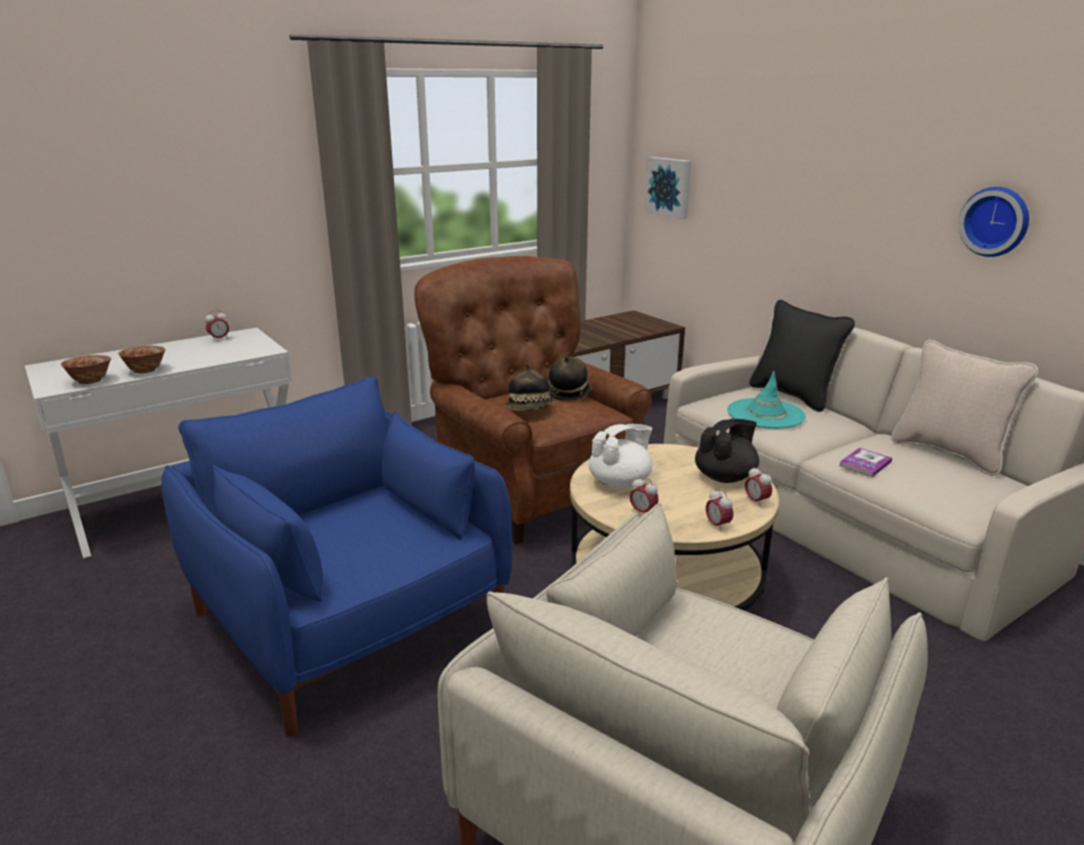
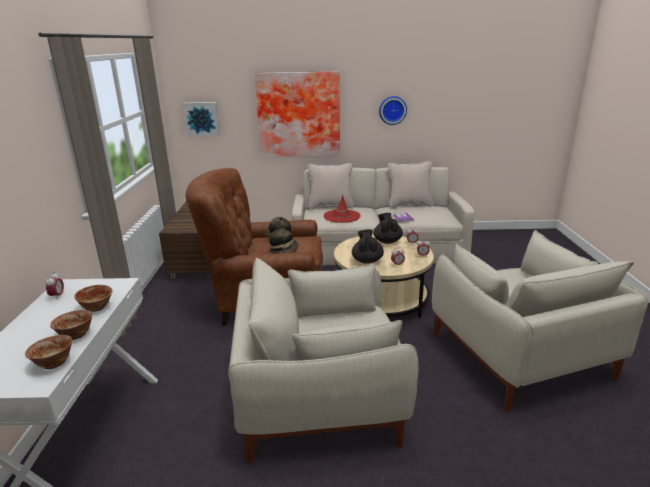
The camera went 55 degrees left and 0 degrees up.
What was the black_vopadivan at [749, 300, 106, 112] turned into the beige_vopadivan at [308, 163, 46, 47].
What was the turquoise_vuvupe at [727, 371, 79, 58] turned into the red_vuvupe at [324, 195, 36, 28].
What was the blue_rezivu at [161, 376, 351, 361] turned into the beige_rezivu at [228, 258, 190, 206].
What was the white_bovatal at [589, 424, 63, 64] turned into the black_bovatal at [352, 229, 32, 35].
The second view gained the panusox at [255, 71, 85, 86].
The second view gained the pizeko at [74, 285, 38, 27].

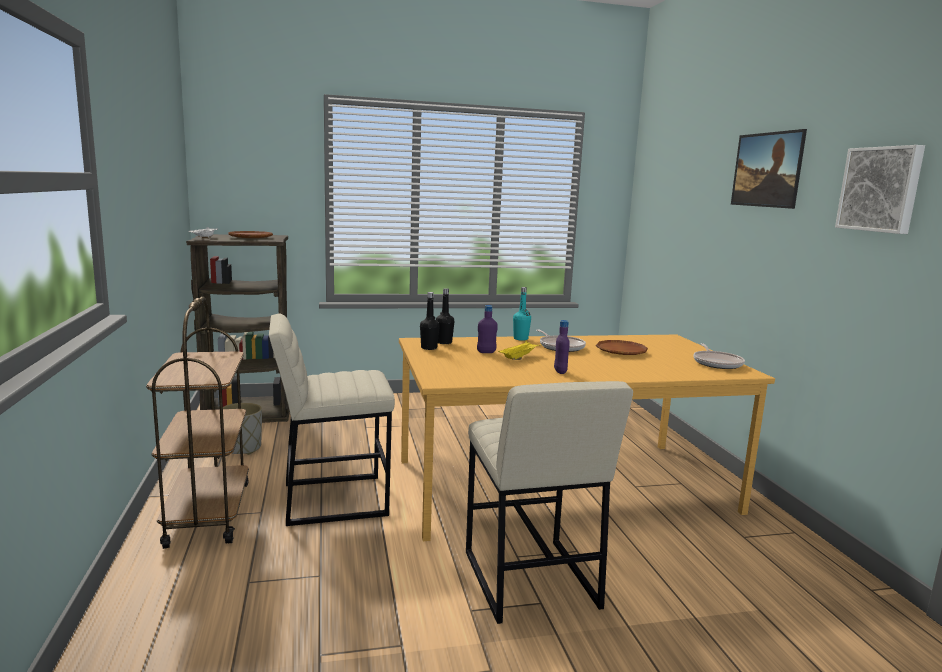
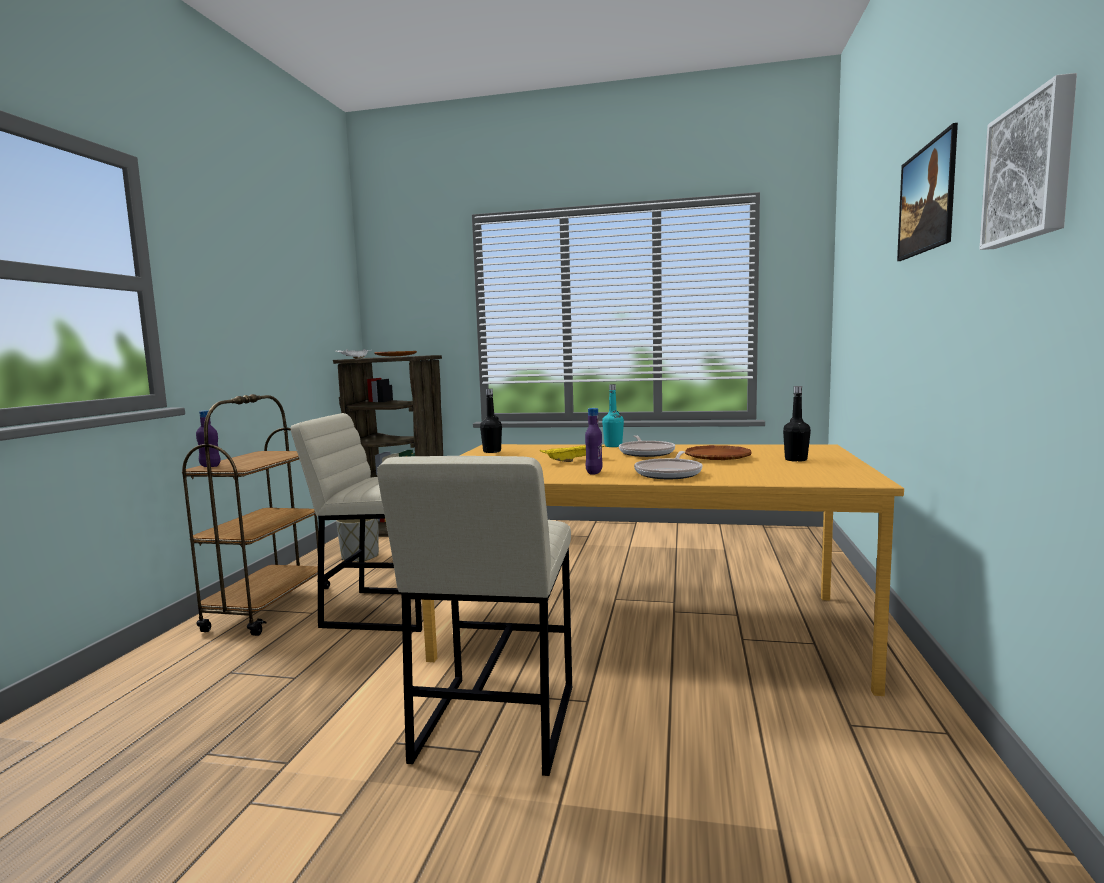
The camera went 25 degrees right and 5 degrees down.
The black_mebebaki ended up elsewhere, having gone from [436, 288, 19, 56] to [783, 386, 28, 76].
The purple_mebebaki ended up elsewhere, having gone from [477, 305, 21, 48] to [196, 410, 25, 57].
The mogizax ended up elsewhere, having gone from [694, 343, 51, 26] to [634, 451, 69, 28].

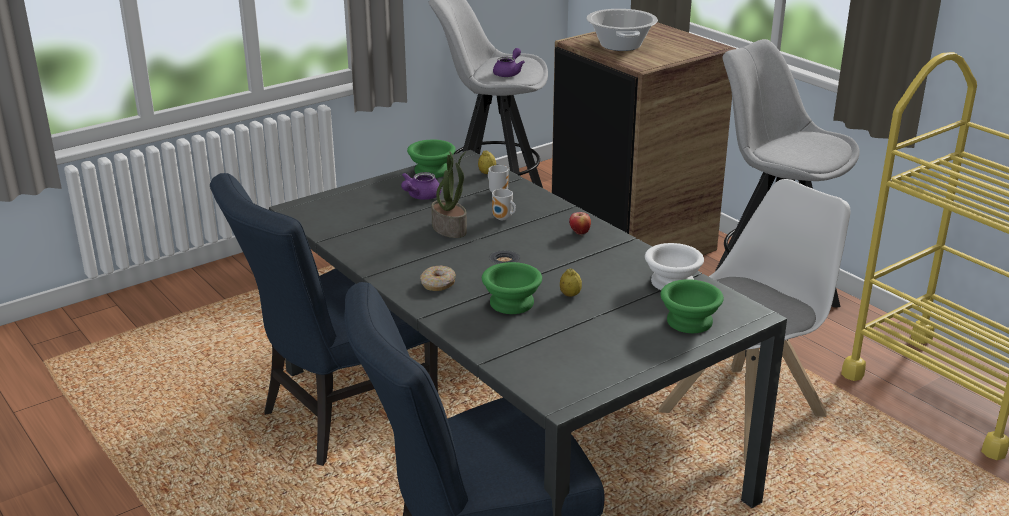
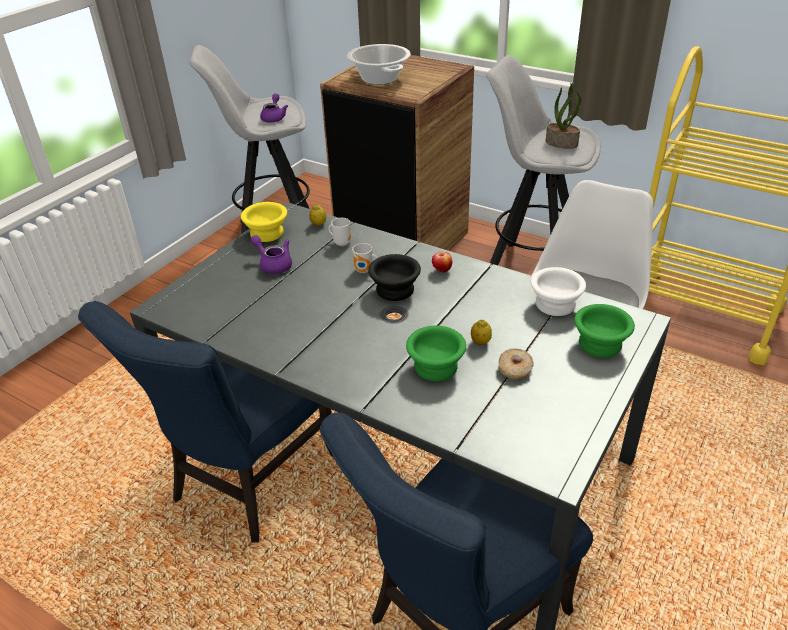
The camera went 20 degrees left and 10 degrees up.
What was the green_pizeko at [407, 139, 49, 39] turned into the yellow_pizeko at [241, 202, 46, 40].
The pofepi ended up elsewhere, having gone from [431, 151, 36, 87] to [546, 82, 36, 67].
The purple_bovatal at [401, 172, 40, 28] ended up facing another way, 120 degrees clockwise from before.
The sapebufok ended up elsewhere, having gone from [420, 266, 36, 25] to [499, 348, 34, 31].
The second view gained the black_pizeko at [368, 254, 53, 47].

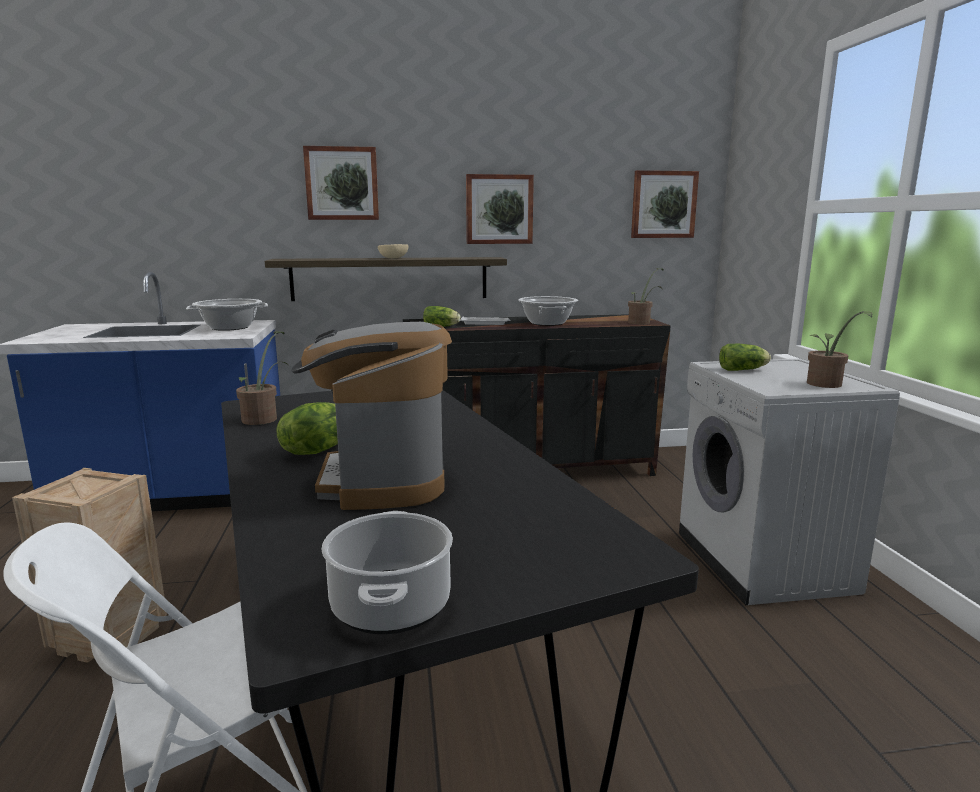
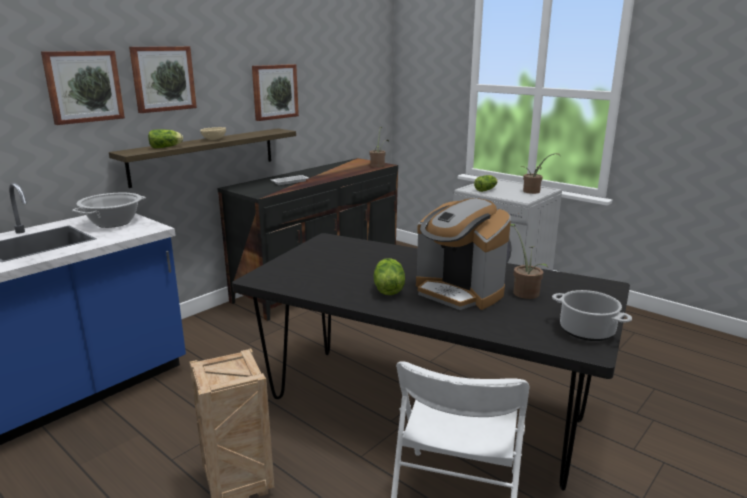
The camera went 40 degrees left and 5 degrees up.
The panusox ended up elsewhere, having gone from [631, 170, 68, 68] to [41, 51, 84, 74].
The second view lost the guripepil at [518, 296, 60, 30].
The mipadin ended up elsewhere, having gone from [423, 306, 38, 21] to [148, 129, 35, 19].
The pofepi ended up elsewhere, having gone from [236, 331, 53, 94] to [510, 224, 38, 75].

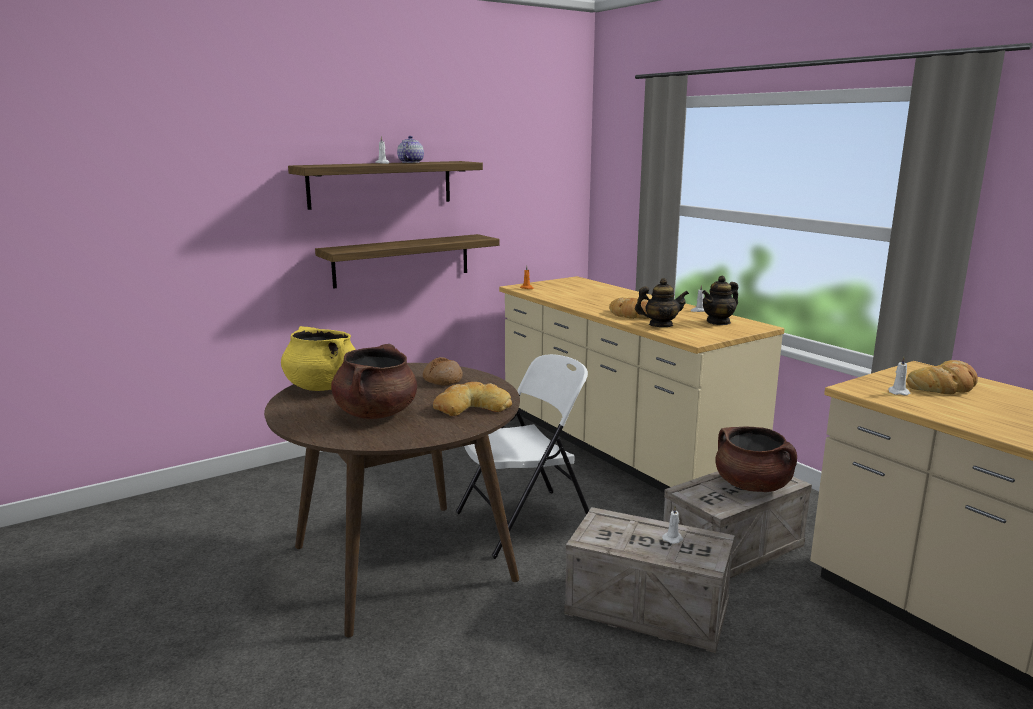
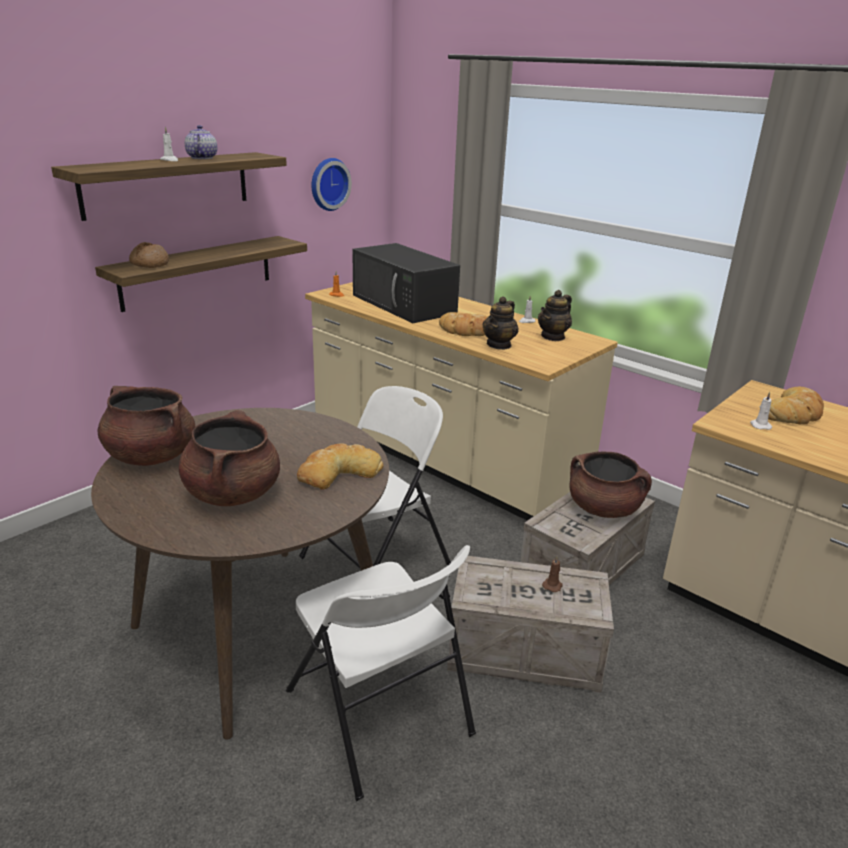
The camera went 15 degrees left and 10 degrees up.
The bovatal at [635, 278, 54, 49] ended up facing another way, 135 degrees clockwise from before.
What was the yellow_guripepil at [281, 326, 75, 65] turned into the brown_guripepil at [97, 386, 98, 80].
The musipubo ended up elsewhere, having gone from [423, 357, 40, 29] to [129, 242, 40, 26].
What was the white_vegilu at [662, 506, 21, 38] turned into the brown_vegilu at [542, 556, 21, 36].
The second view gained the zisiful at [312, 158, 40, 53].
The second view gained the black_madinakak at [352, 243, 108, 80].
The second view gained the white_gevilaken at [286, 545, 190, 256].

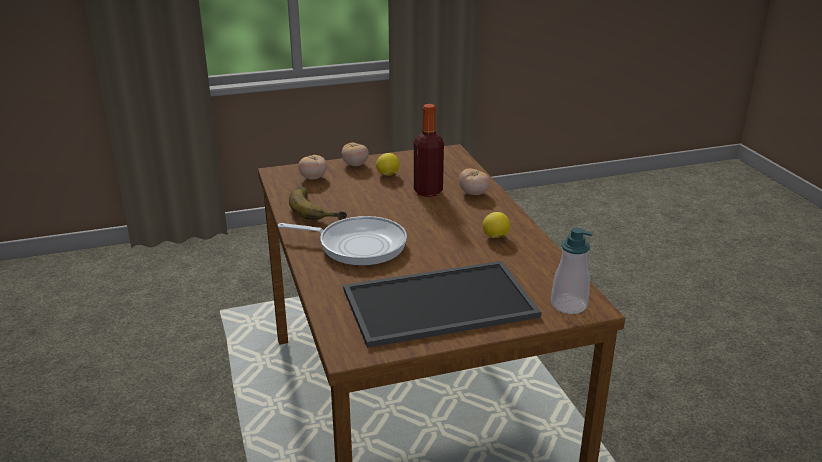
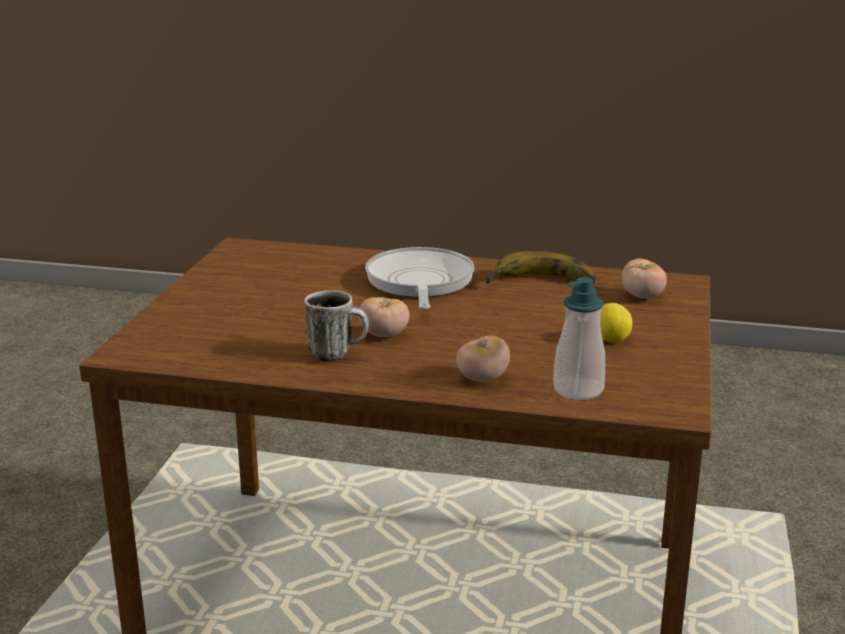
The camera went 120 degrees right and 5 degrees down.
The second view lost the mebebaki at [414, 104, 30, 93].
The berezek ended up elsewhere, having gone from [342, 143, 27, 23] to [358, 297, 52, 40].
Where the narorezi stood at [483, 212, 27, 26], the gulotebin came to stand at [304, 290, 65, 71].
The mogizax at [278, 216, 129, 50] ended up facing another way, 135 degrees clockwise from before.
The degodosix ended up elsewhere, having gone from [551, 228, 42, 86] to [553, 277, 52, 123].
The second view lost the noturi at [343, 261, 198, 87].

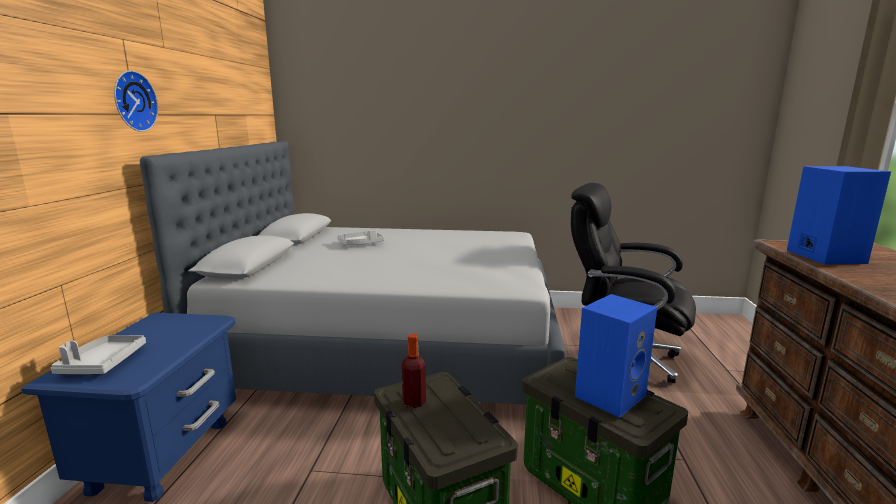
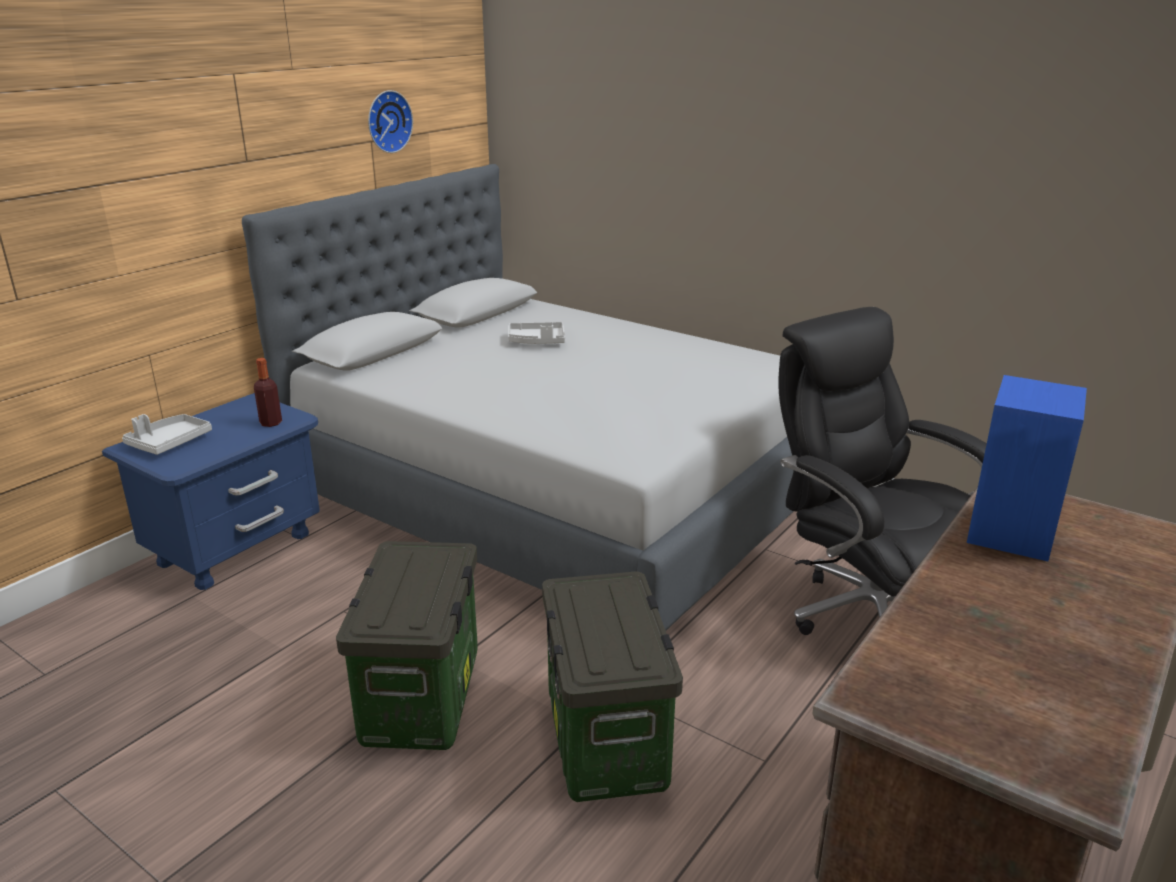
The camera went 30 degrees right and 10 degrees up.
The zisiful ended up elsewhere, having gone from [114, 70, 44, 62] to [368, 90, 45, 63].
The second view lost the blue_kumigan at [575, 294, 82, 124].
The mebebaki ended up elsewhere, having gone from [402, 334, 24, 74] to [254, 358, 28, 69].

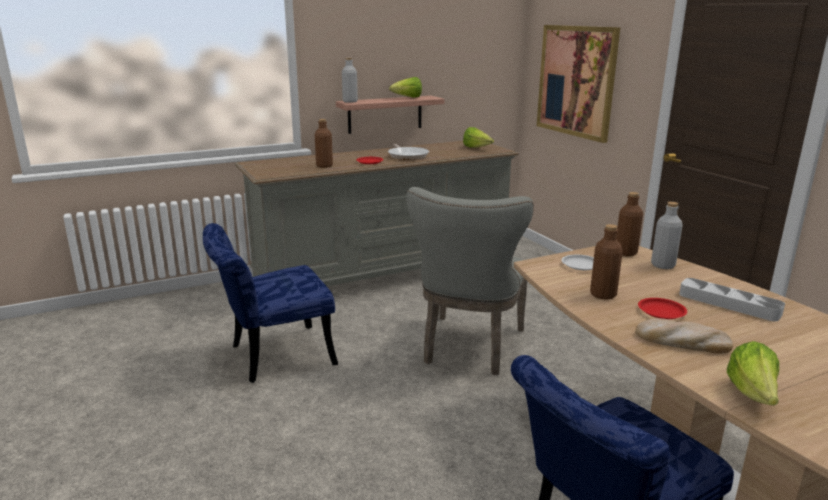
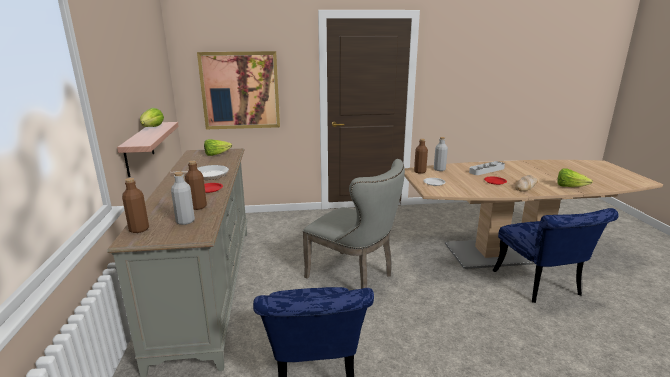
The camera went 70 degrees left and 0 degrees up.
The grey_mebebaki ended up elsewhere, having gone from [342, 57, 16, 46] to [171, 172, 24, 53].
The brown_mebebaki ended up elsewhere, having gone from [590, 224, 33, 76] to [122, 178, 27, 55].

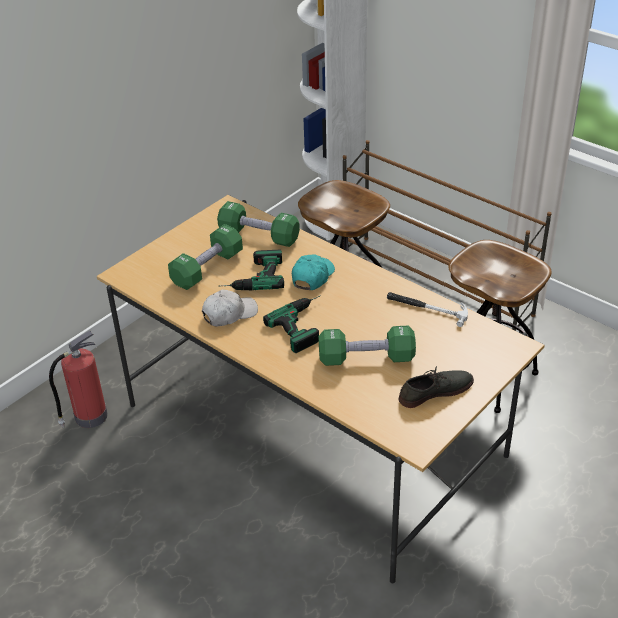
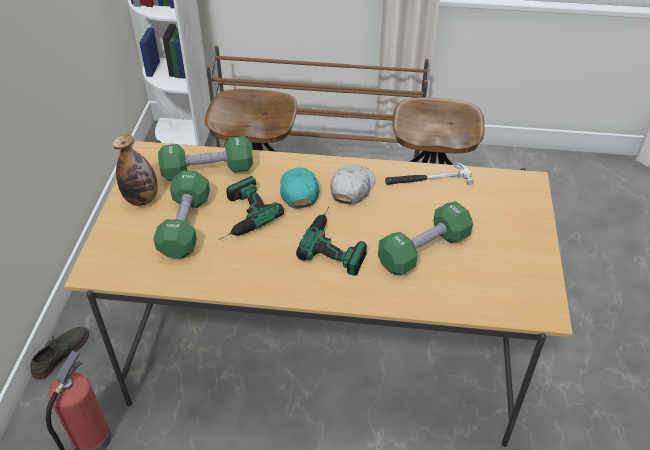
The camera went 35 degrees left and 5 degrees up.
The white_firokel ended up elsewhere, having gone from [202, 289, 56, 37] to [330, 165, 46, 40].
The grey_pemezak ended up elsewhere, having gone from [398, 366, 76, 42] to [30, 327, 59, 53].
The second view gained the mebebaki at [112, 134, 46, 72].

